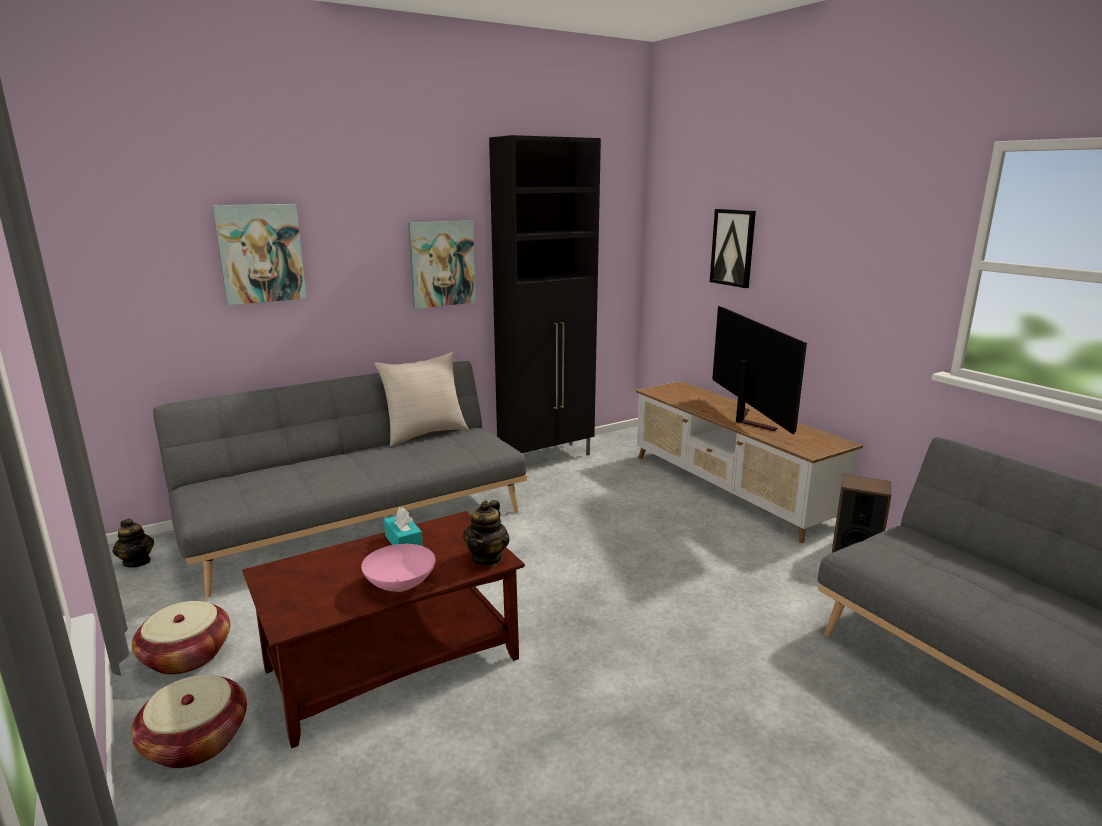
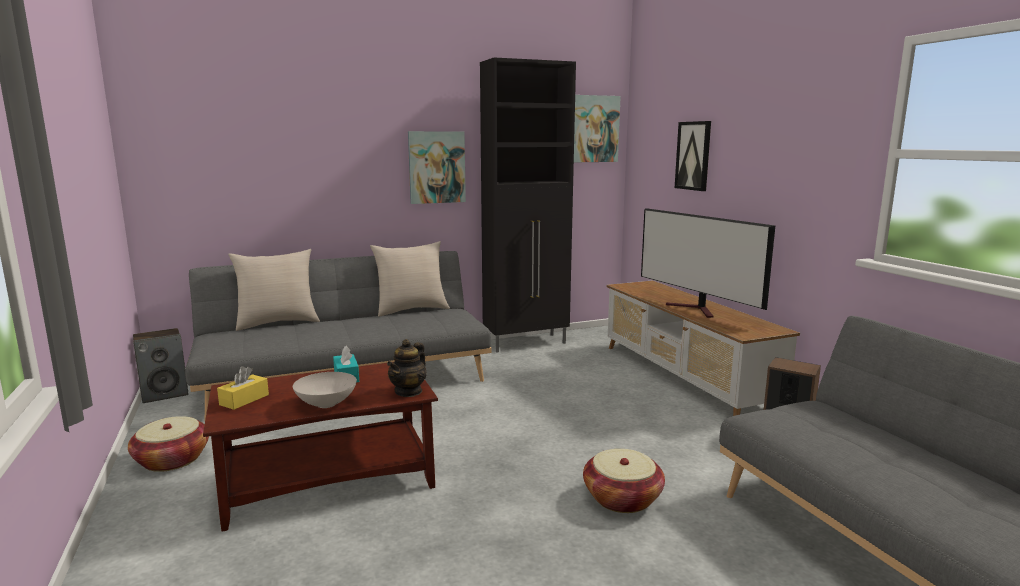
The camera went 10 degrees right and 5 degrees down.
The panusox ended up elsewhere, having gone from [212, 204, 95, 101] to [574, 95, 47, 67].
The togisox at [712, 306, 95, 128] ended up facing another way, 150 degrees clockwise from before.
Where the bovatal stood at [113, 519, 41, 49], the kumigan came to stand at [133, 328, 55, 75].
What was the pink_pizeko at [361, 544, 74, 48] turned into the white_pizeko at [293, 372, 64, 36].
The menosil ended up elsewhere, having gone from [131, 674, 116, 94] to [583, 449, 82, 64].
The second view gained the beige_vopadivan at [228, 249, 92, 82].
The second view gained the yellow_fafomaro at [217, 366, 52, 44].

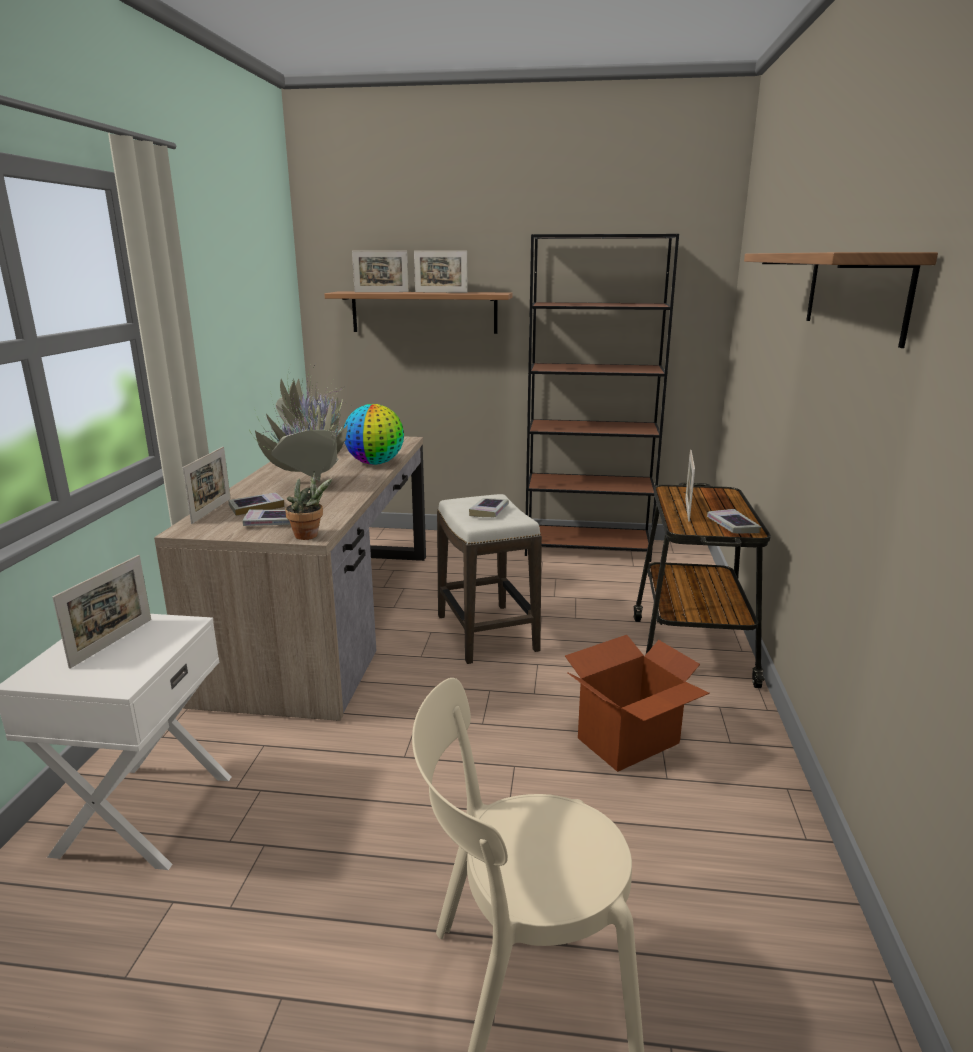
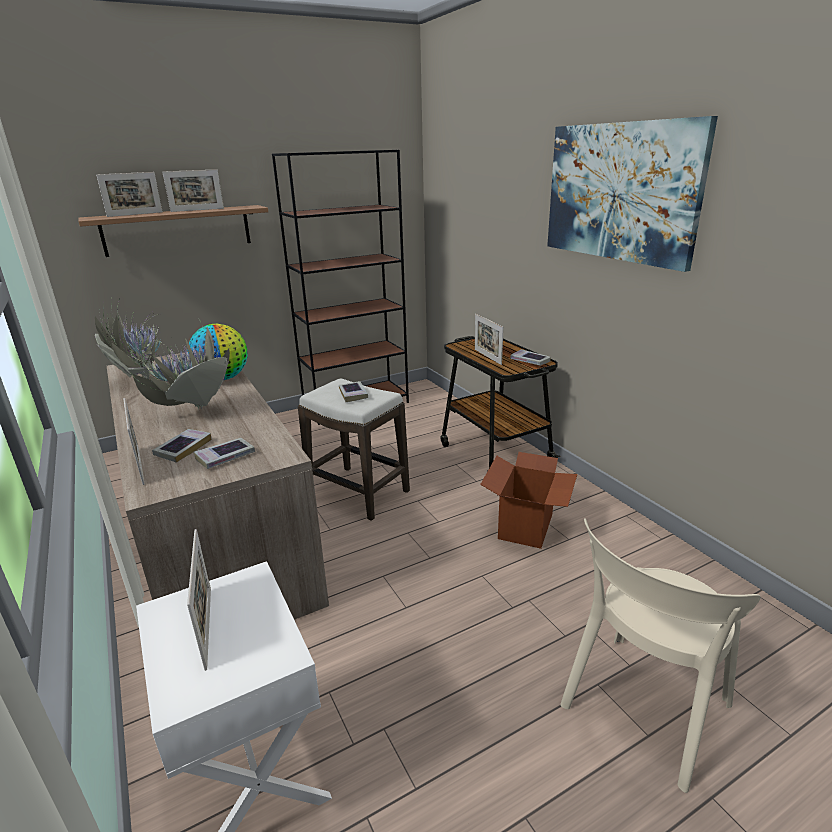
The camera went 35 degrees left and 5 degrees up.
Where the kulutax hung at [744, 252, 194, 96], the panusox came to hang at [547, 116, 171, 156].
The second view lost the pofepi at [285, 471, 47, 69].

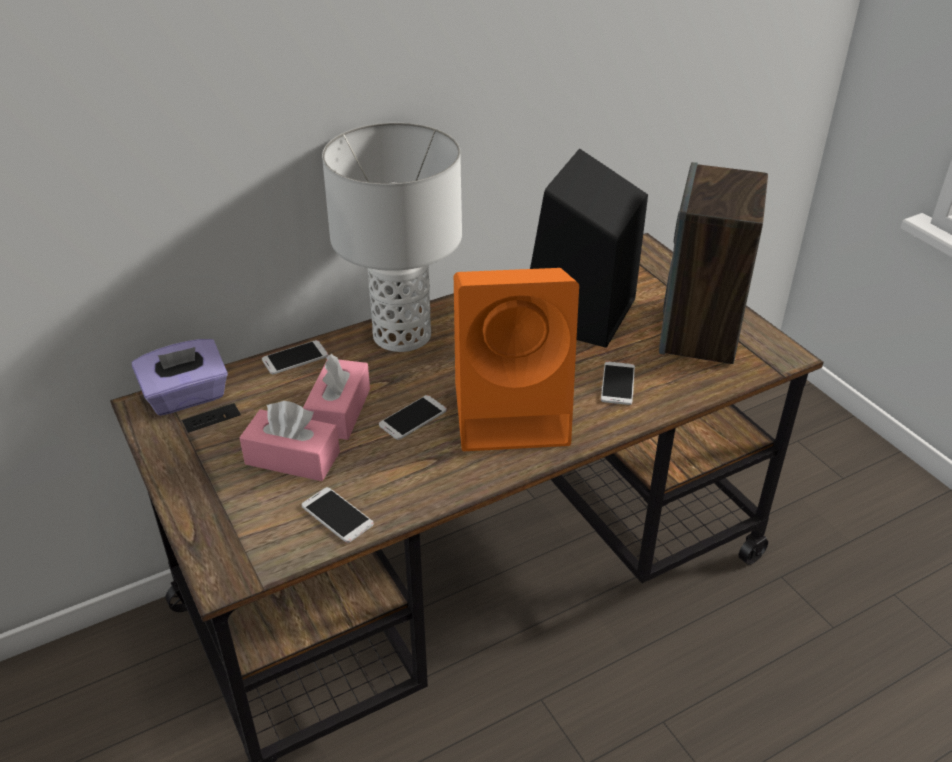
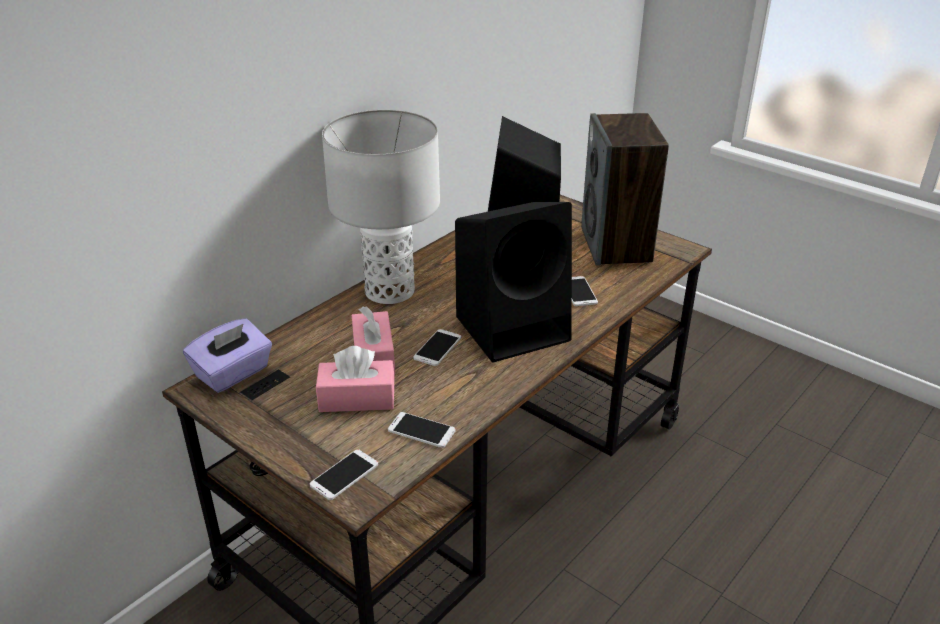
The camera went 20 degrees left and 5 degrees down.
What was the orange_kumigan at [454, 268, 125, 183] turned into the black_kumigan at [455, 202, 117, 161].
The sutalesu ended up elsewhere, having gone from [262, 340, 66, 34] to [310, 449, 68, 51].

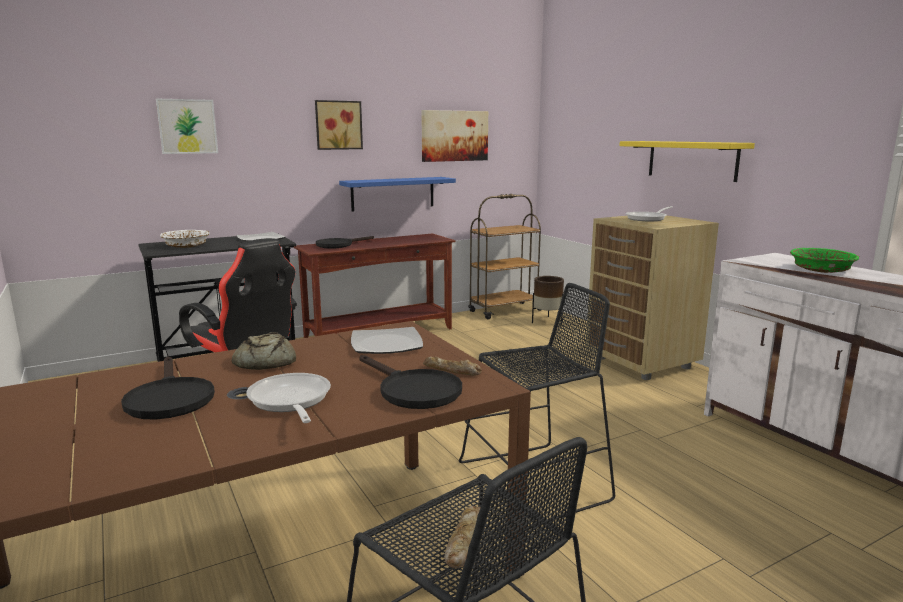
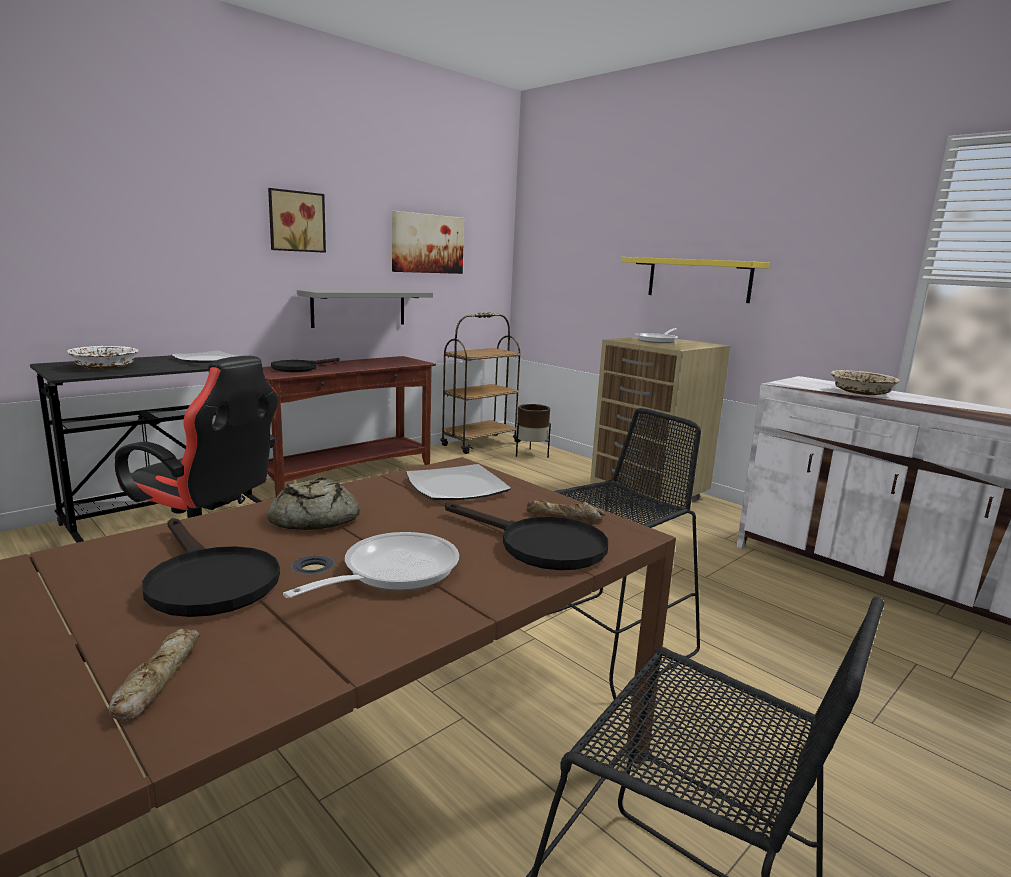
The camera went 15 degrees left and 0 degrees up.
The second view lost the panusox at [156, 98, 62, 56].
What was the blue_kulutax at [339, 177, 117, 35] turned into the grey_kulutax at [297, 290, 136, 38].
What was the green_pizeko at [790, 248, 69, 25] turned into the beige_pizeko at [831, 370, 69, 25].
The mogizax at [246, 373, 85, 50] ended up facing another way, 75 degrees clockwise from before.
The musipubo ended up elsewhere, having gone from [444, 506, 36, 63] to [109, 629, 91, 92].

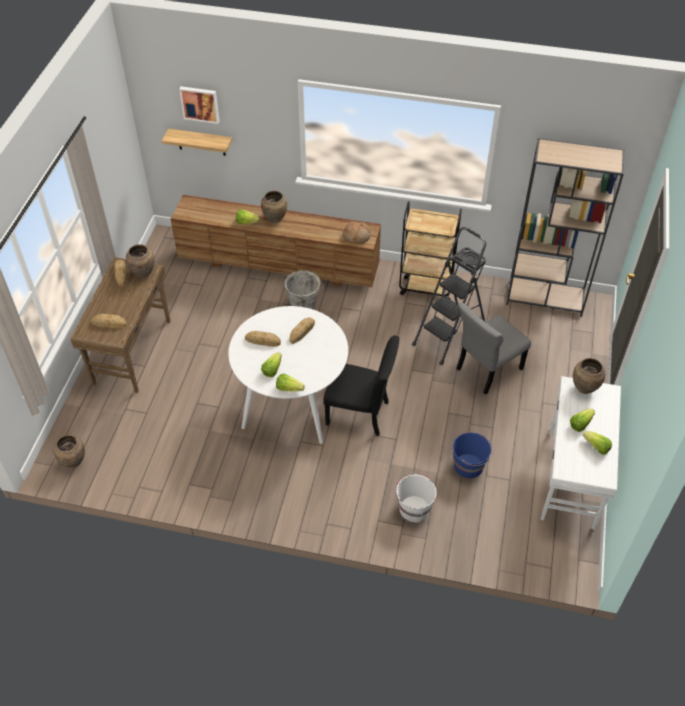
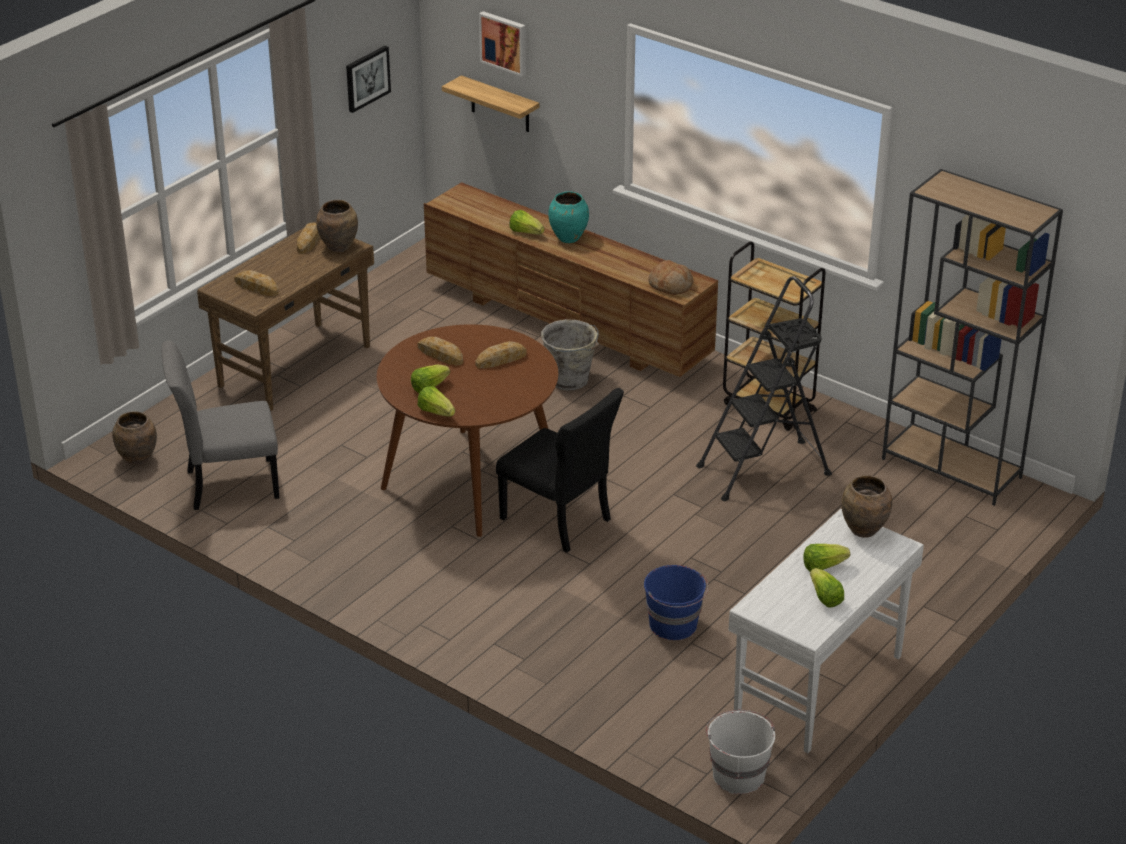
The camera went 25 degrees right and 15 degrees down.
What was the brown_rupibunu at [261, 191, 26, 32] turned into the turquoise_rupibunu at [548, 191, 41, 52].
The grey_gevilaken ended up elsewhere, having gone from [456, 303, 75, 92] to [161, 340, 118, 170].
What was the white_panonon at [228, 306, 120, 138] turned into the brown_panonon at [377, 324, 181, 213].
The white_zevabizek ended up elsewhere, having gone from [395, 473, 41, 50] to [706, 710, 69, 84].
The second view gained the panusox at [346, 46, 45, 67].

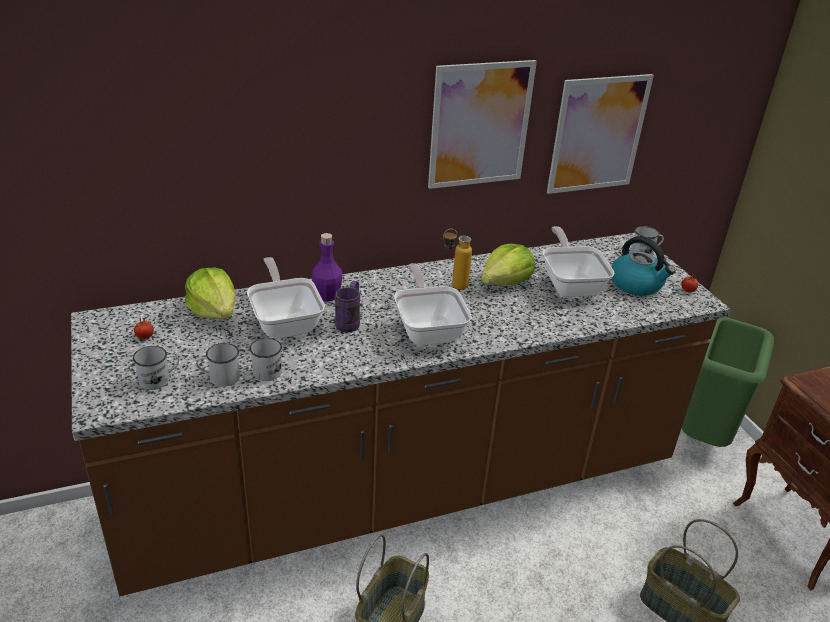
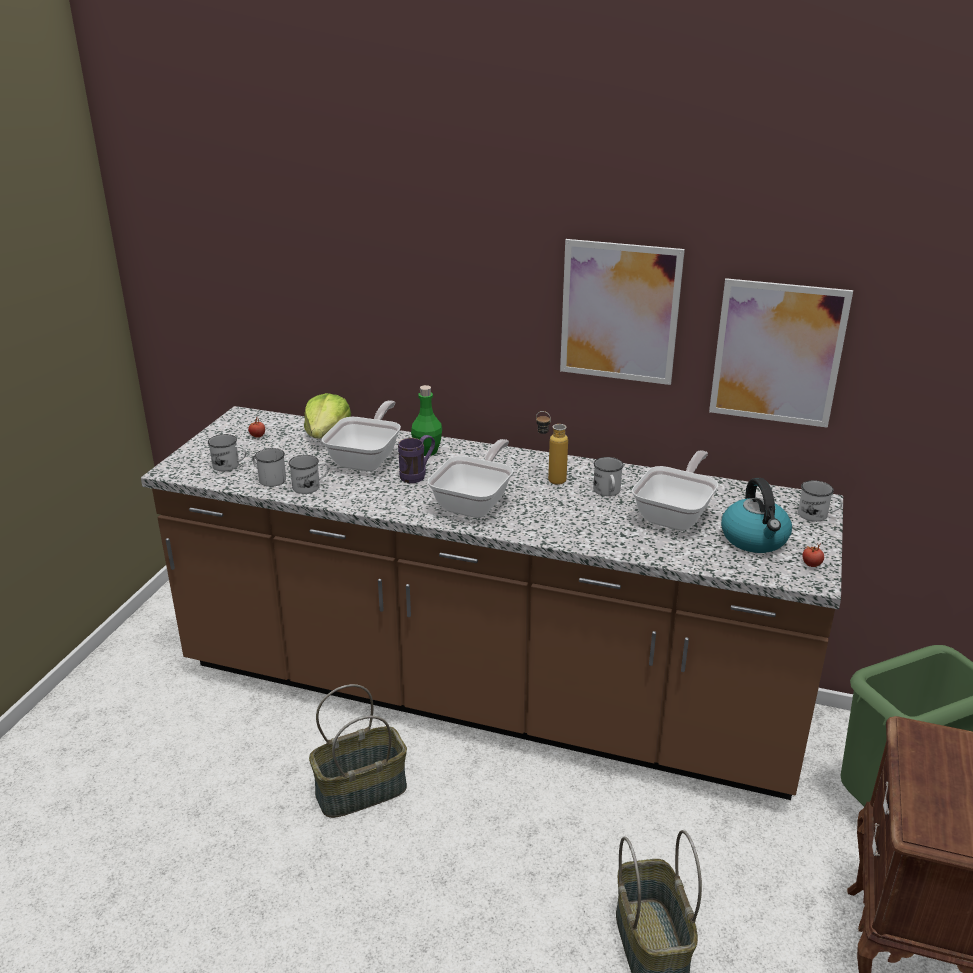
The camera went 40 degrees right and 5 degrees down.
What was the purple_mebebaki at [311, 233, 32, 69] turned into the green_mebebaki at [411, 385, 31, 71].
Where the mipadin stood at [481, 243, 53, 43], the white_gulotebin came to stand at [593, 457, 31, 39].

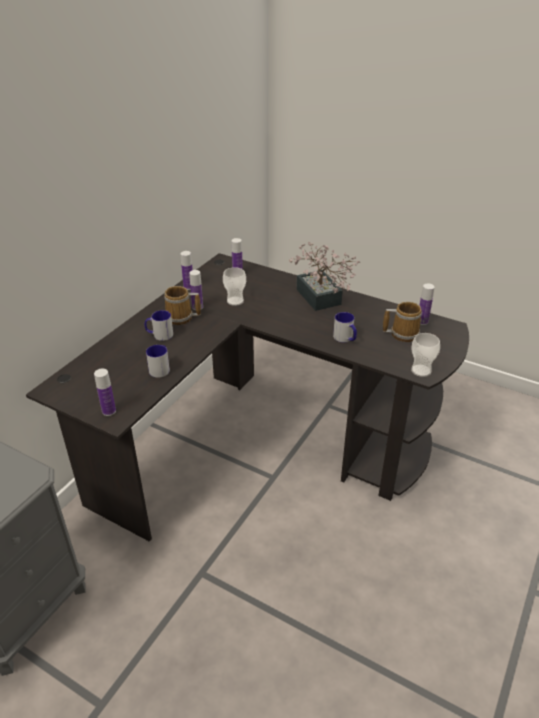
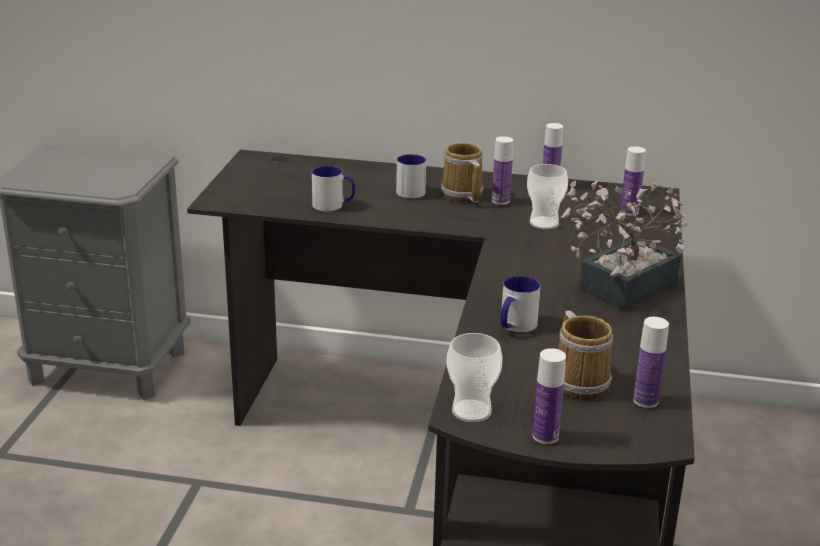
The camera went 70 degrees right and 10 degrees down.
The mebebaki ended up elsewhere, having gone from [94, 369, 22, 47] to [533, 348, 33, 96].

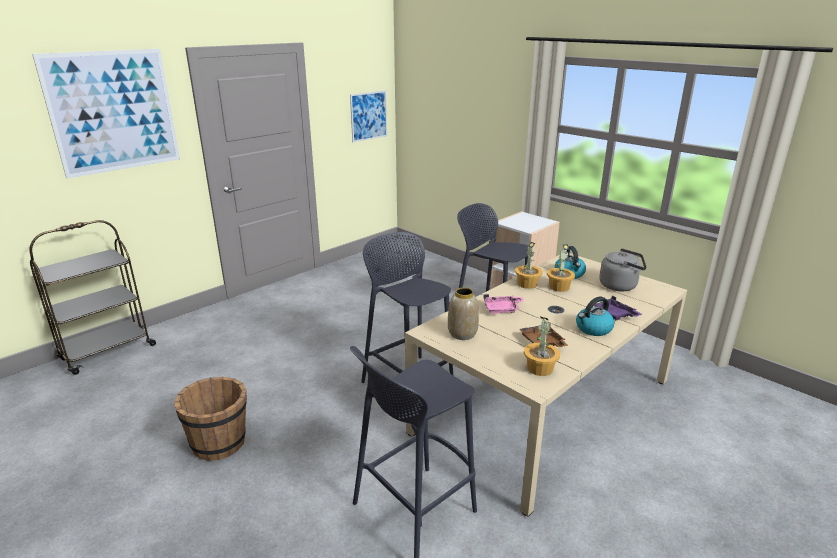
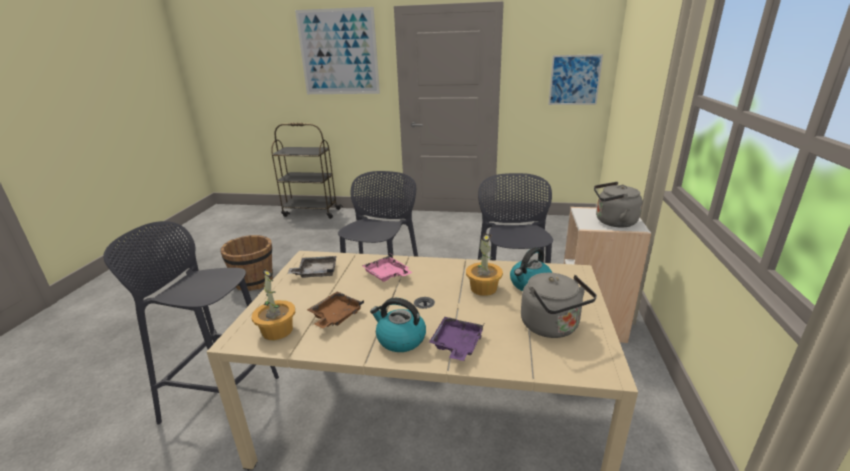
The camera went 55 degrees right and 0 degrees up.
The second view lost the pofepi at [515, 242, 28, 47].
Where the rupibunu stood at [448, 288, 31, 52], the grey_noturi came to stand at [288, 256, 48, 22].
The second view gained the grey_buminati at [594, 182, 49, 45].

